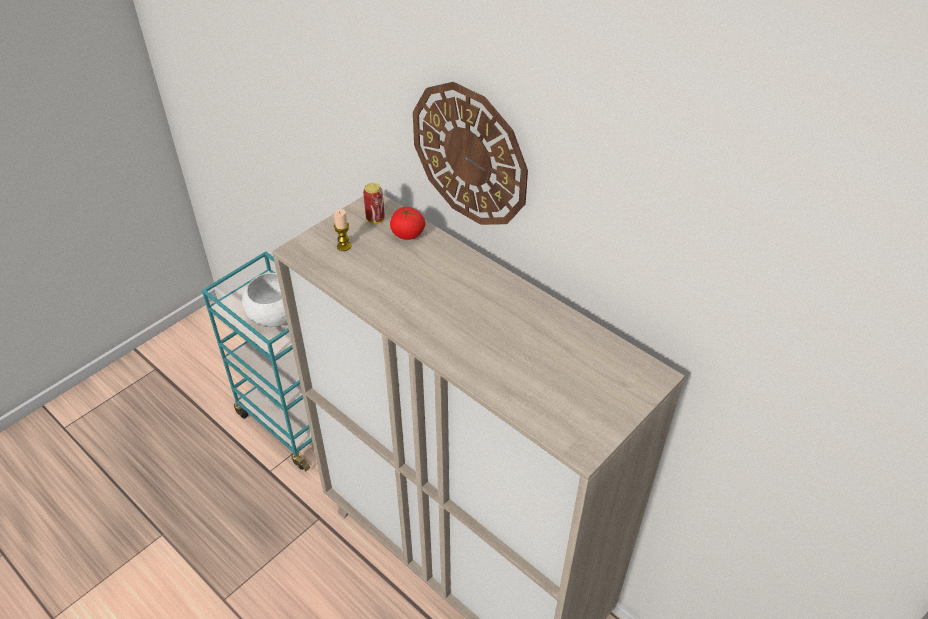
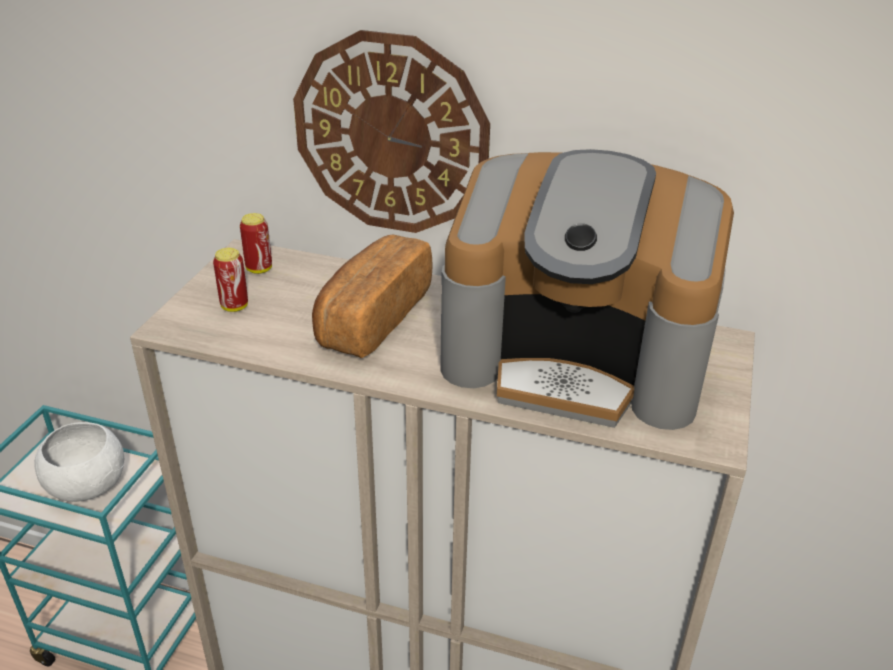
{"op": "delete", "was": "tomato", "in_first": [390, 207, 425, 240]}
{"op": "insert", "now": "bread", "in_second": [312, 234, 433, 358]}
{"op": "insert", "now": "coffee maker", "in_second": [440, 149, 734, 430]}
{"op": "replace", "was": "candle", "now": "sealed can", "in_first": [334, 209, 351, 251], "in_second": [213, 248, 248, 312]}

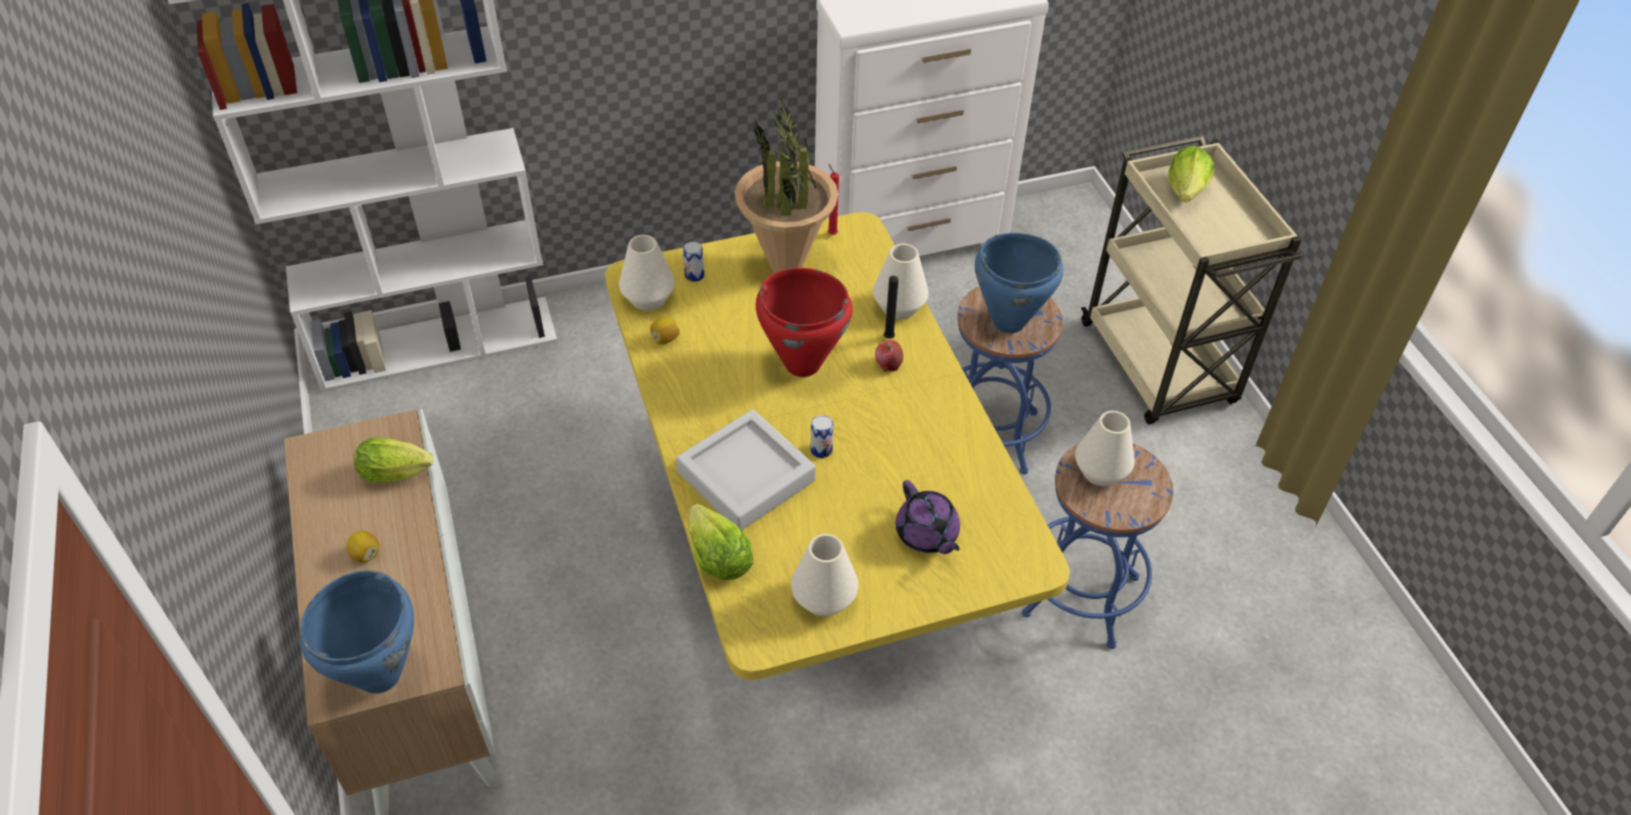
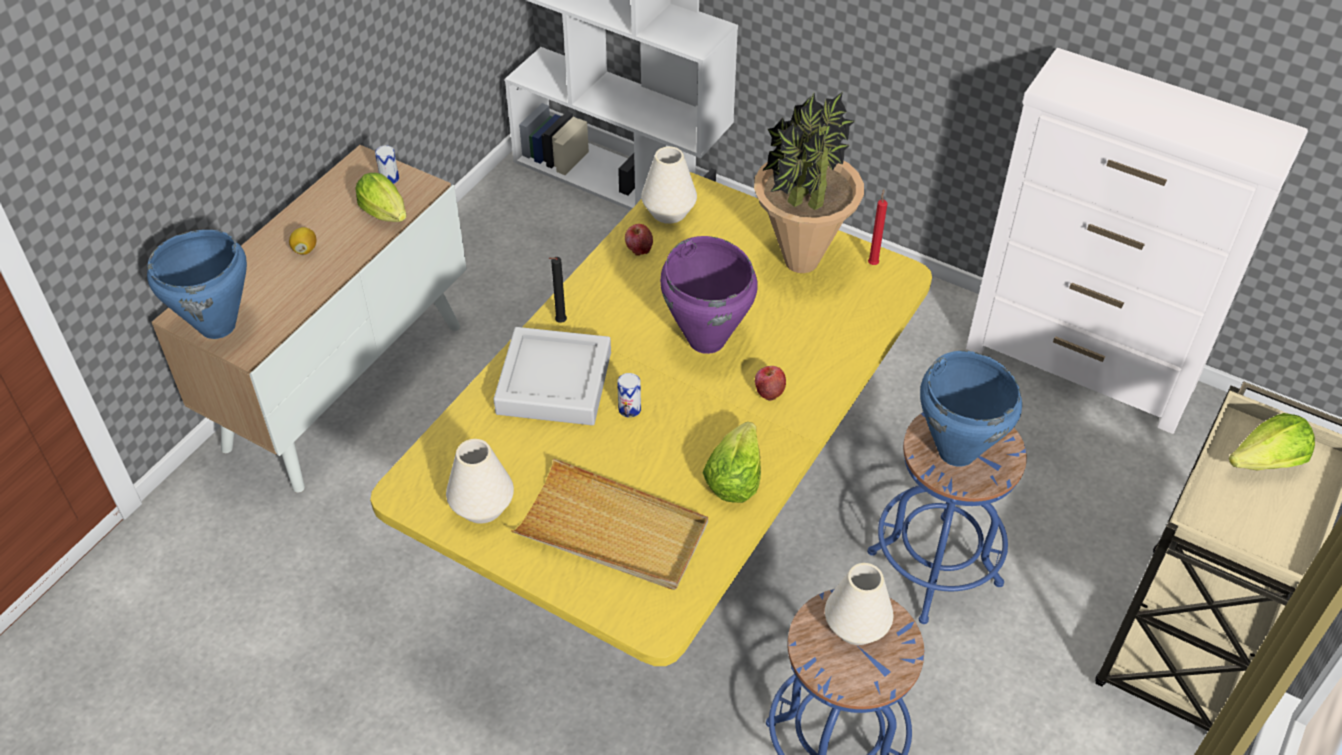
{"op": "delete", "was": "decorative vase (white-coloured)", "in_first": [873, 244, 929, 319]}
{"op": "move", "was": "sealed can", "in_first": [683, 242, 704, 282], "in_second": [375, 145, 399, 184]}
{"op": "move", "was": "lettuce", "in_first": [688, 504, 753, 580], "in_second": [703, 422, 761, 503]}
{"op": "move", "was": "candle (blackish)", "in_first": [884, 276, 899, 339], "in_second": [549, 257, 567, 323]}
{"op": "replace", "was": "whole lemon", "now": "apple", "in_first": [650, 317, 680, 344], "in_second": [625, 224, 653, 256]}
{"op": "replace", "was": "teapot (purple)", "now": "tray (beige)", "in_first": [895, 480, 960, 554], "in_second": [511, 458, 708, 590]}
{"op": "recolor", "was": "stockpot (red)", "now": "stockpot (purple)", "in_first": [756, 268, 853, 377], "in_second": [660, 236, 758, 354]}

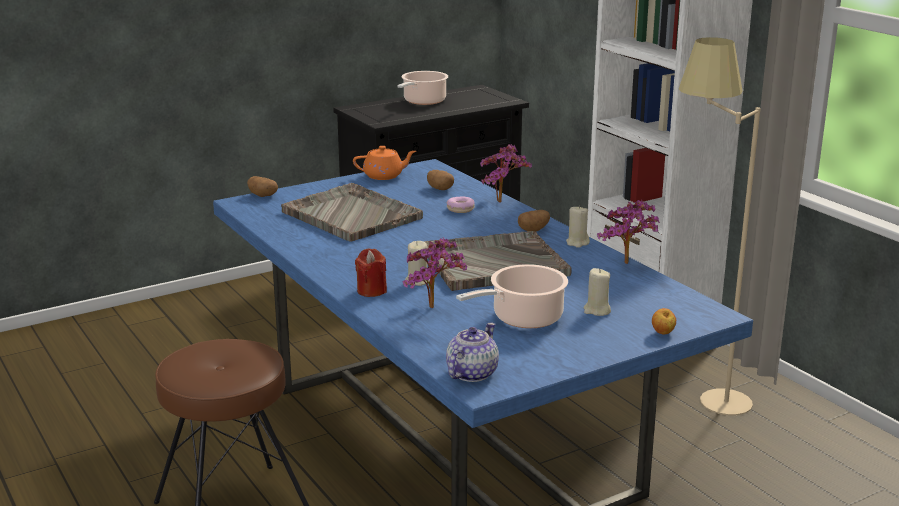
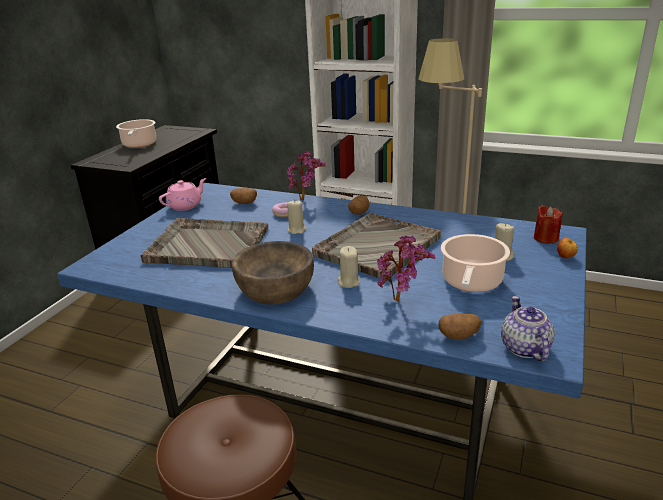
{"op": "delete", "was": "plant in a pot", "in_first": [597, 200, 660, 264]}
{"op": "insert", "now": "deep dish (brownish)", "in_second": [232, 241, 314, 305]}
{"op": "move", "was": "potato", "in_first": [247, 176, 278, 197], "in_second": [439, 314, 482, 340]}
{"op": "move", "was": "candle (red)", "in_first": [355, 248, 387, 297], "in_second": [534, 205, 563, 244]}
{"op": "move", "was": "candle (beige)", "in_first": [566, 205, 590, 248], "in_second": [287, 201, 306, 234]}
{"op": "recolor", "was": "teapot (orangey)", "now": "teapot (pink)", "in_first": [353, 146, 416, 180], "in_second": [159, 178, 206, 211]}

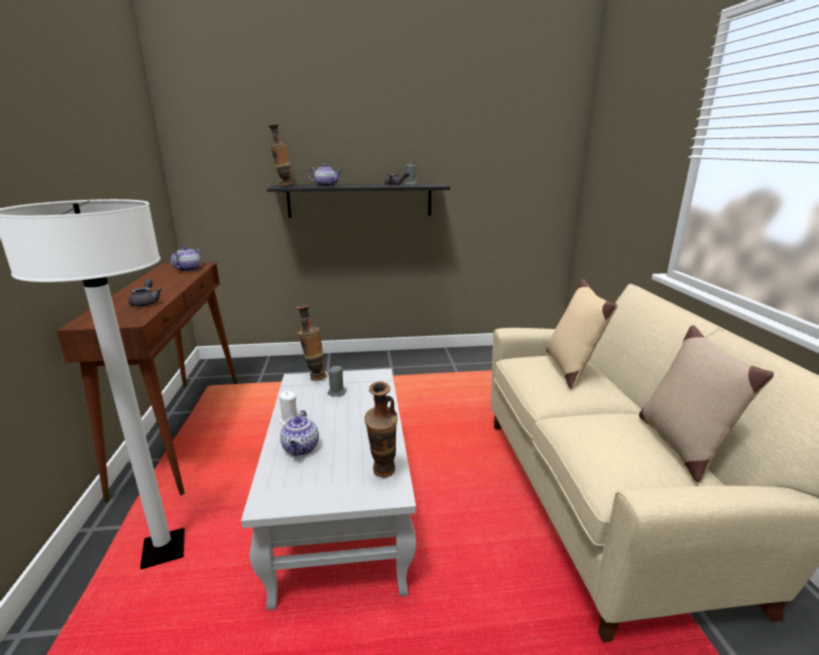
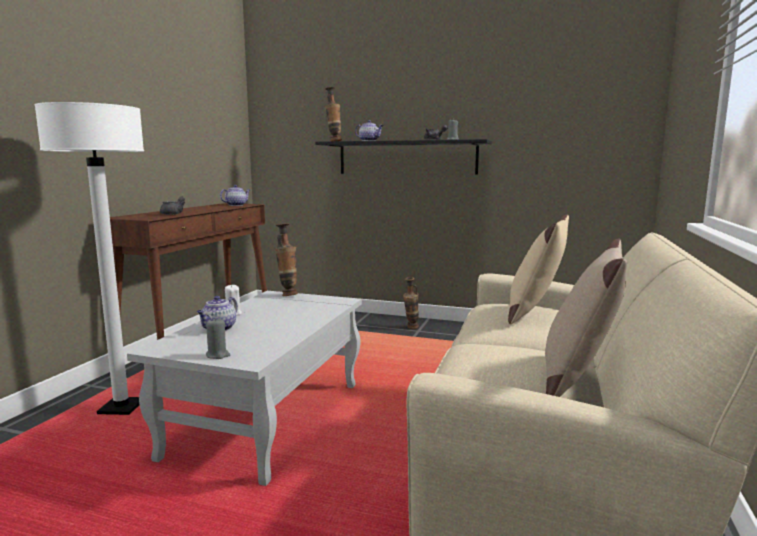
{"op": "move", "was": "candle (greyish)", "in_first": [328, 366, 347, 397], "in_second": [206, 318, 230, 359]}
{"op": "move", "was": "decorative vase", "in_first": [365, 382, 398, 478], "in_second": [403, 277, 419, 329]}

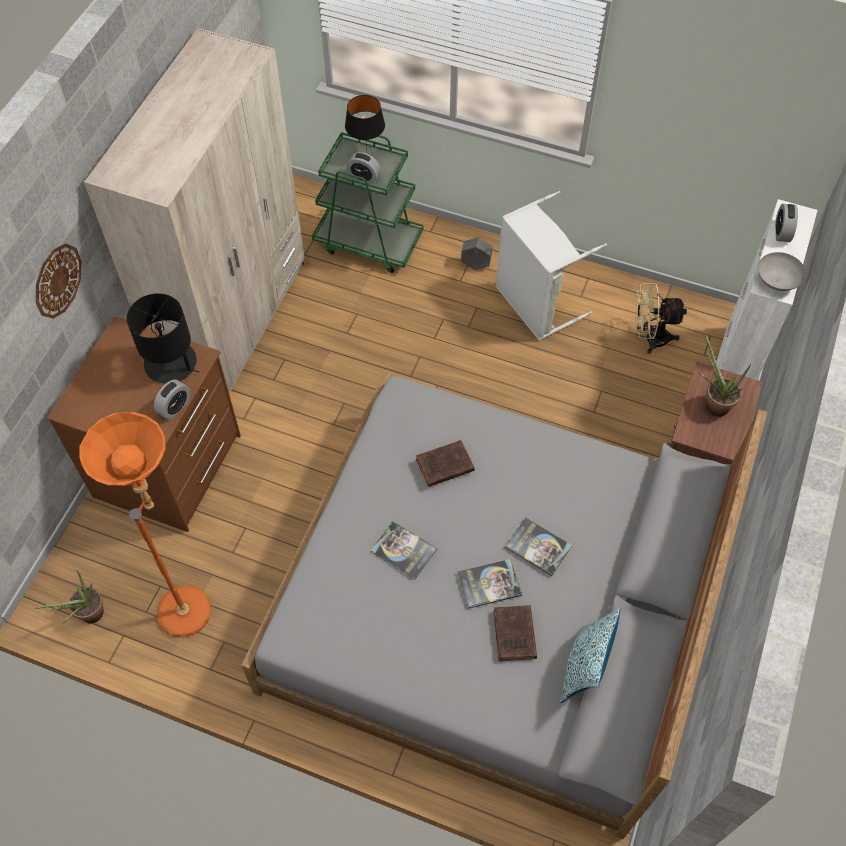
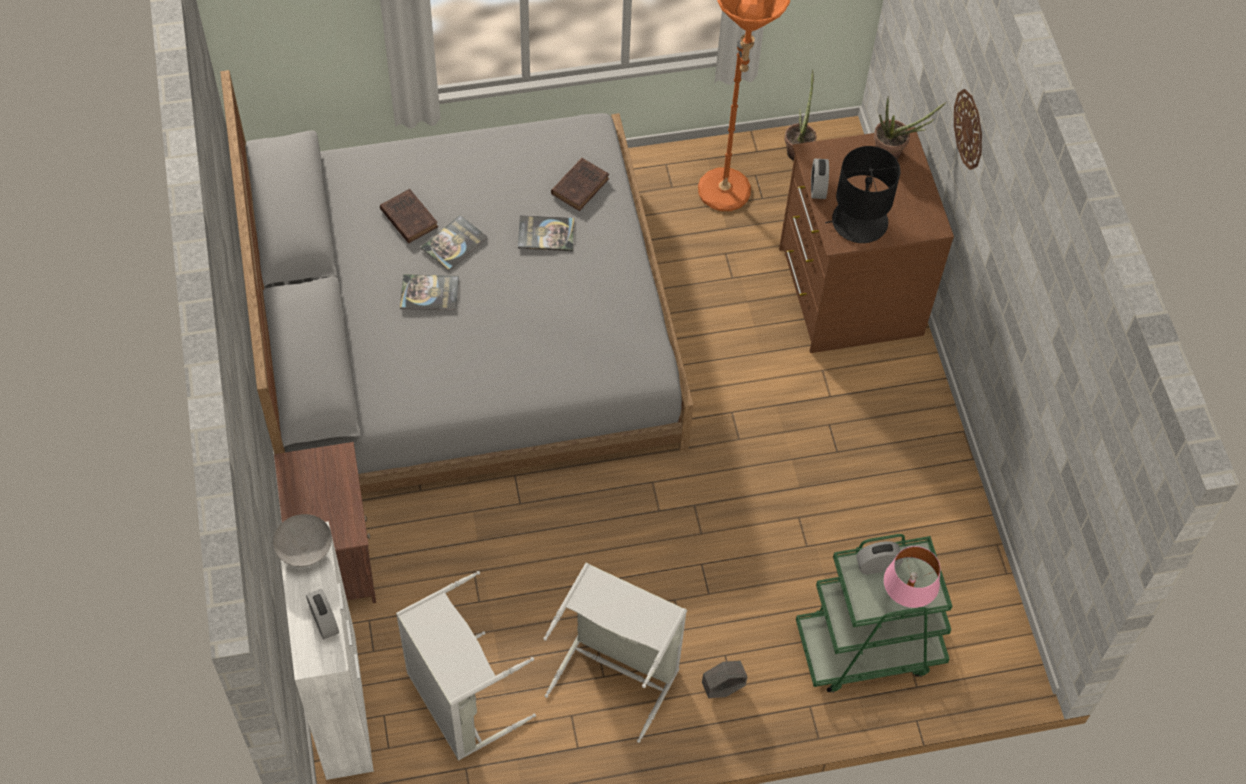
{"op": "delete", "was": "clothes cupboard (beige)", "in_first": [84, 28, 305, 393]}
{"op": "delete", "was": "cushion", "in_first": [560, 607, 621, 703]}
{"op": "move", "was": "bound book (brownish)", "in_first": [416, 440, 474, 487], "in_second": [551, 158, 609, 211]}
{"op": "move", "was": "plant in a pot", "in_first": [699, 333, 751, 417], "in_second": [874, 96, 947, 159]}
{"op": "replace", "was": "cooling fan (beige)", "now": "hamper (greyish)", "in_first": [635, 283, 687, 354], "in_second": [396, 571, 536, 760]}
{"op": "recolor", "was": "tabletop lamp (blackish)", "now": "tabletop lamp (pink)", "in_first": [345, 95, 385, 152], "in_second": [884, 546, 941, 608]}

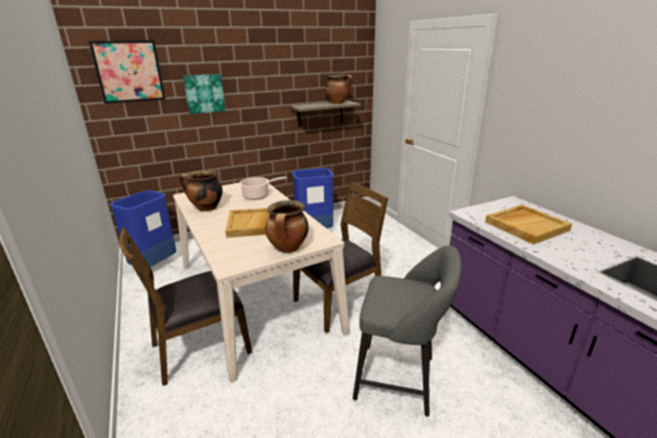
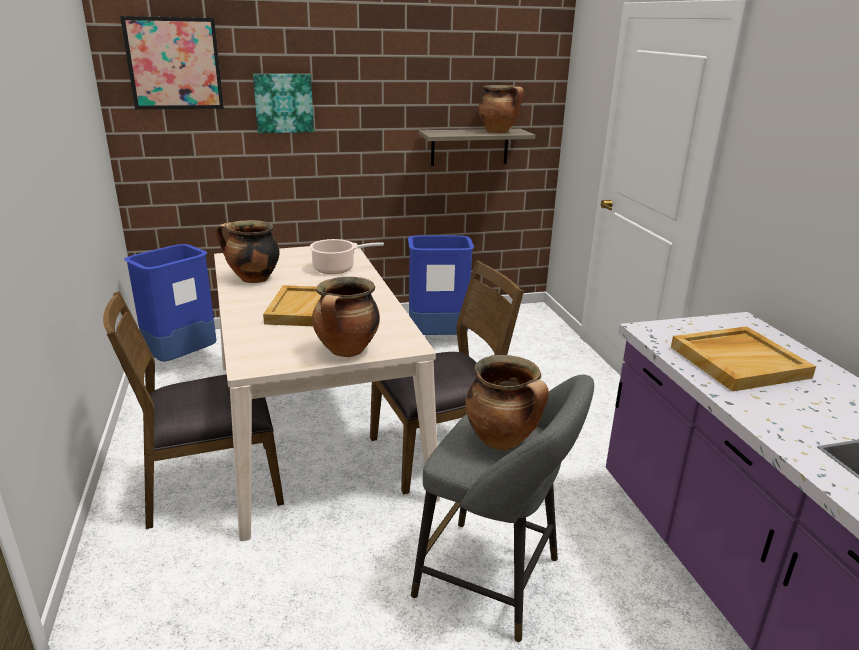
{"op": "insert", "now": "stockpot", "in_second": [465, 355, 549, 450]}

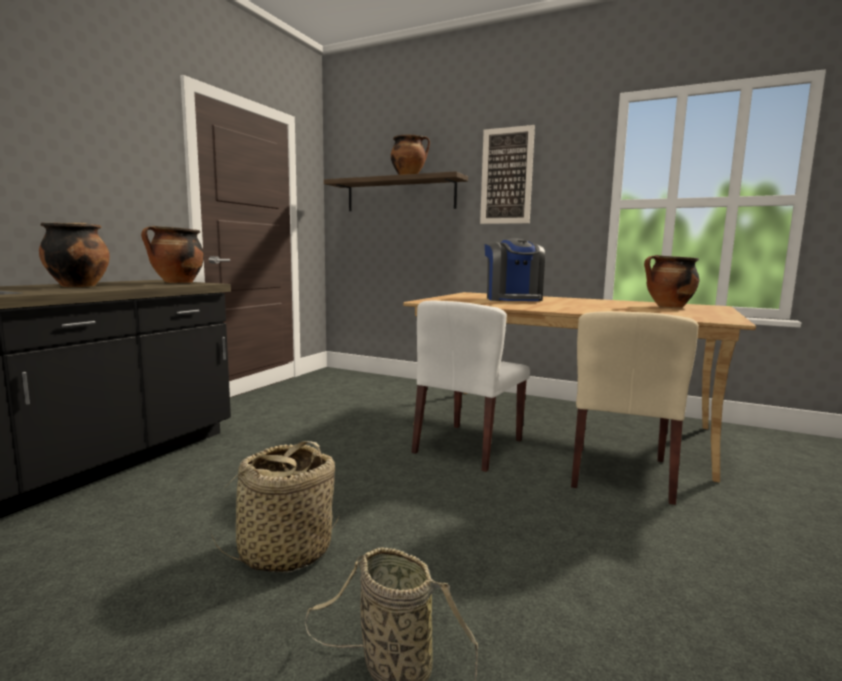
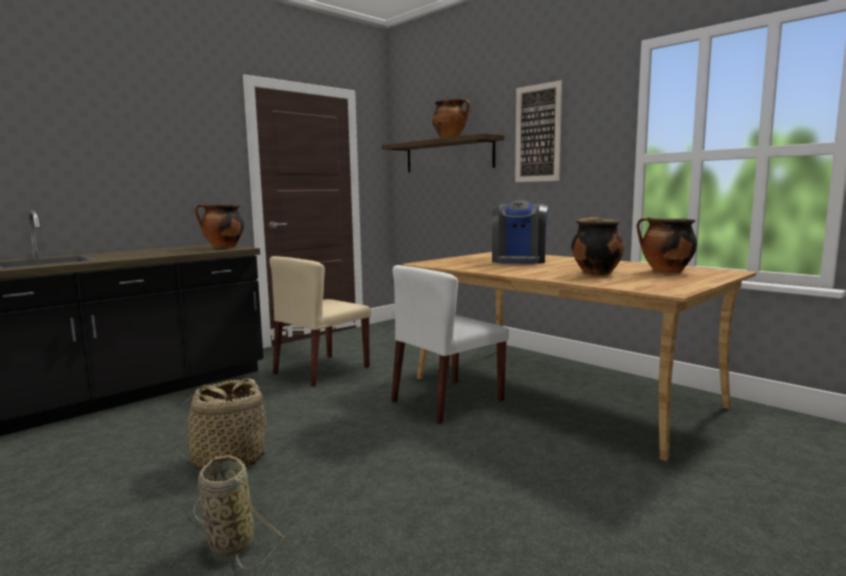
{"op": "move", "was": "stockpot", "in_first": [39, 223, 110, 287], "in_second": [571, 217, 624, 276]}
{"op": "move", "was": "chair (beige)", "in_first": [571, 311, 699, 505], "in_second": [269, 256, 371, 387]}

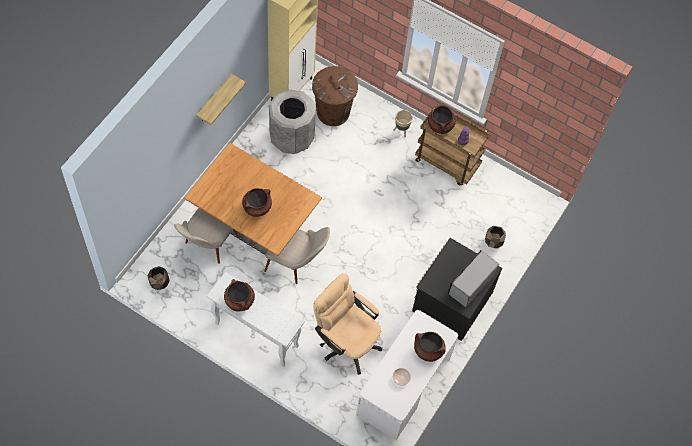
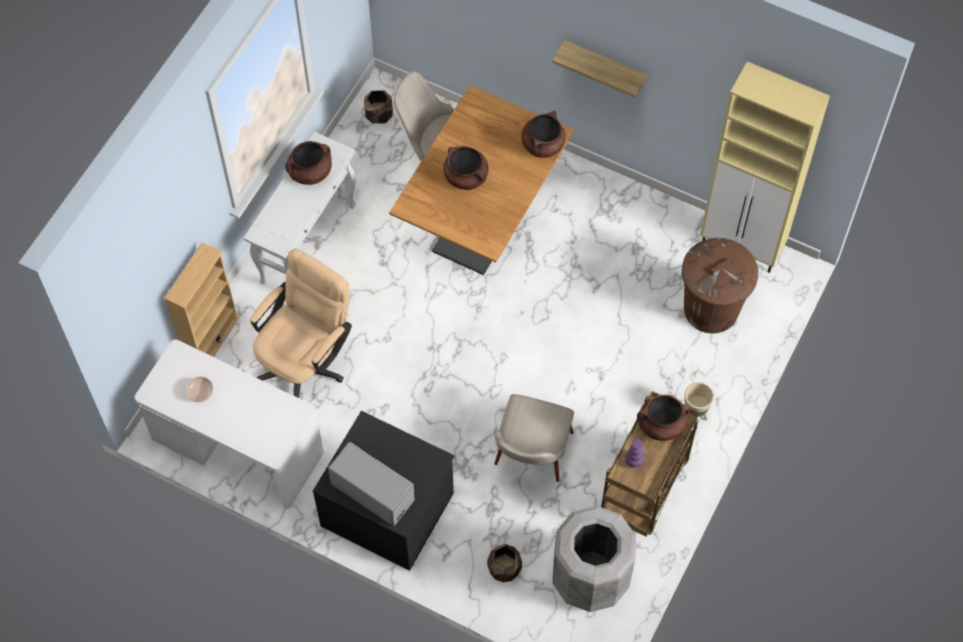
{"op": "insert", "now": "bookcase (beige)", "in_second": [164, 243, 239, 357]}
{"op": "move", "was": "chair (beige)", "in_first": [264, 227, 330, 284], "in_second": [494, 394, 574, 482]}
{"op": "move", "was": "rubbish bin (greyish)", "in_first": [269, 89, 316, 154], "in_second": [553, 506, 636, 612]}
{"op": "move", "was": "stockpot (brownish)", "in_first": [414, 332, 446, 362], "in_second": [522, 111, 565, 158]}

